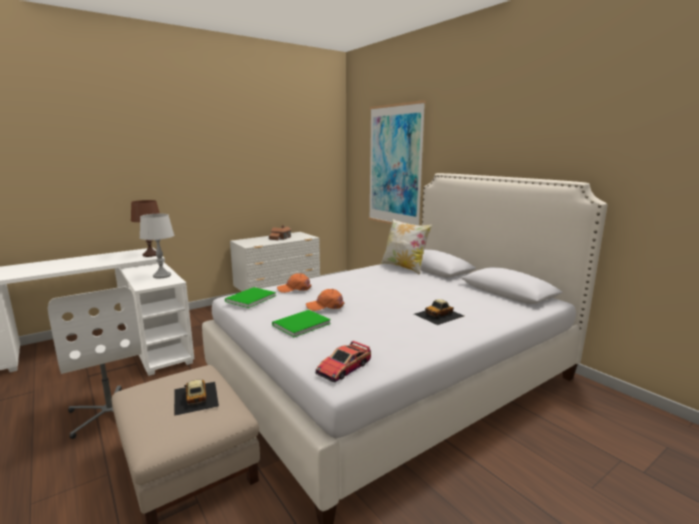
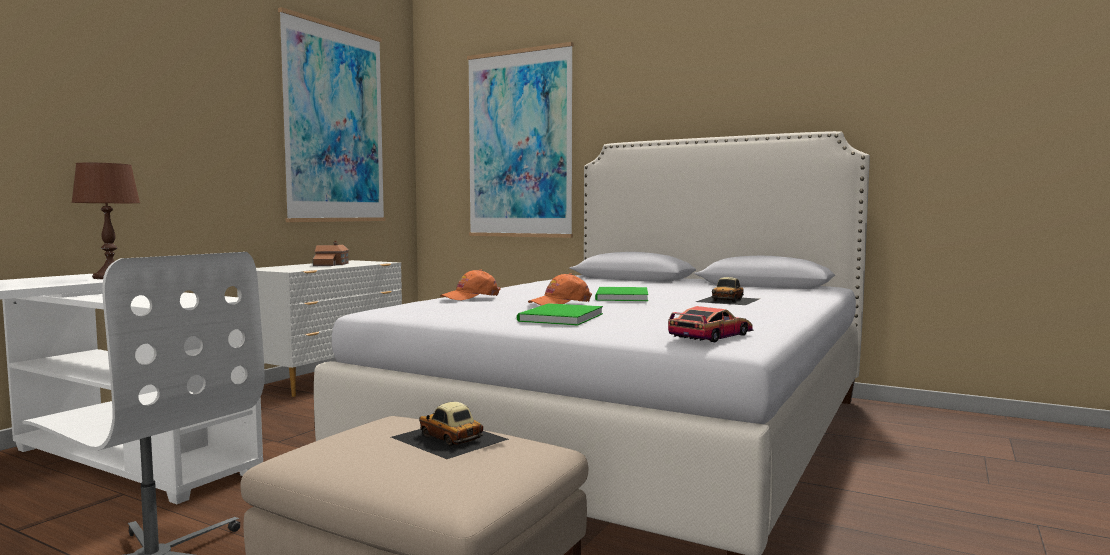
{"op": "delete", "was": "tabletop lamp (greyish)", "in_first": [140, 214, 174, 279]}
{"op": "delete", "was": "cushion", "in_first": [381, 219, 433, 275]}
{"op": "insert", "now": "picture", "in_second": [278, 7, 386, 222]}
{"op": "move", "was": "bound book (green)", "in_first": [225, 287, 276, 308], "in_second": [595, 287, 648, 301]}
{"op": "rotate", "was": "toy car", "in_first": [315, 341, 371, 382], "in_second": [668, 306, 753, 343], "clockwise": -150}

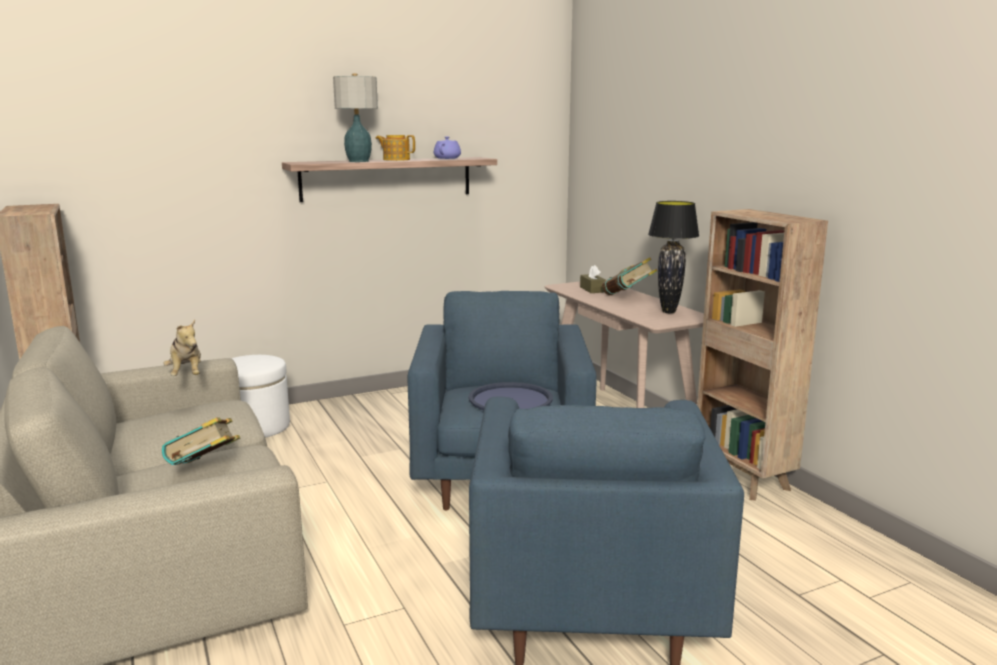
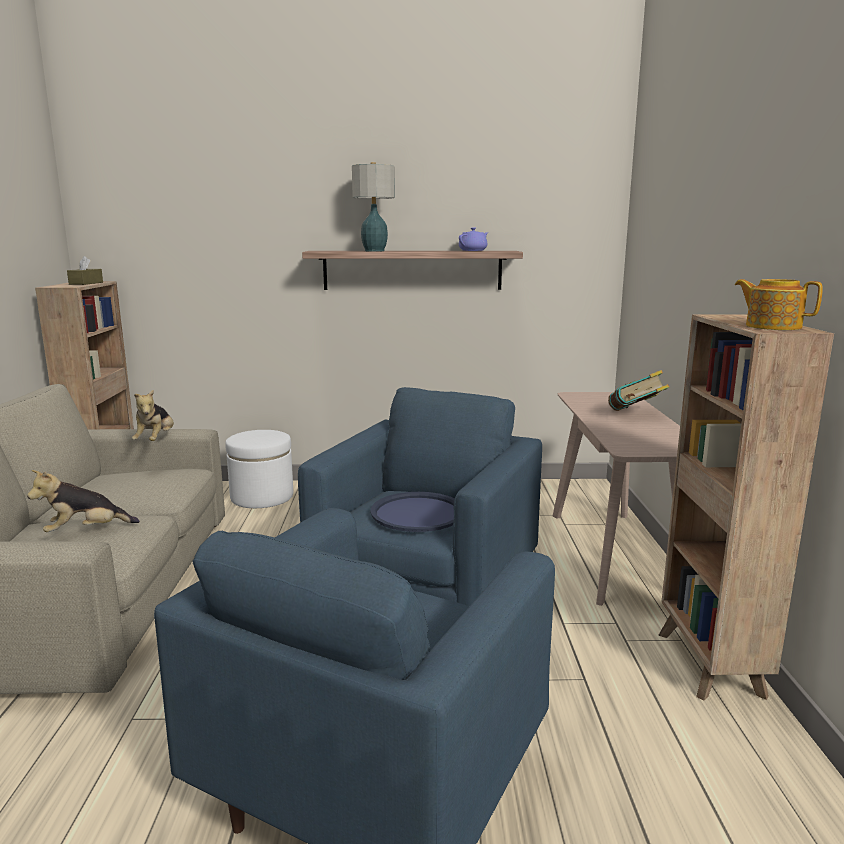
{"op": "delete", "was": "tabletop lamp (blackish)", "in_first": [648, 201, 699, 313]}
{"op": "move", "was": "teapot", "in_first": [376, 135, 415, 161], "in_second": [735, 279, 823, 330]}
{"op": "move", "was": "tissue holder (brownish)", "in_first": [580, 265, 606, 293], "in_second": [67, 256, 103, 285]}
{"op": "replace", "was": "bound book", "now": "soft toy", "in_first": [162, 417, 240, 465], "in_second": [27, 470, 140, 532]}

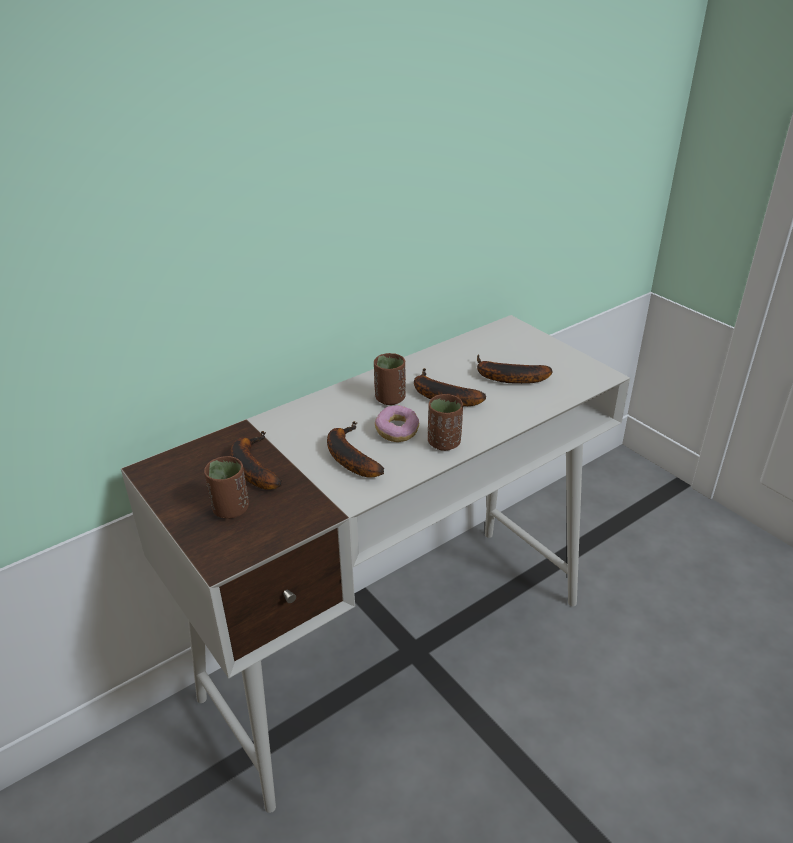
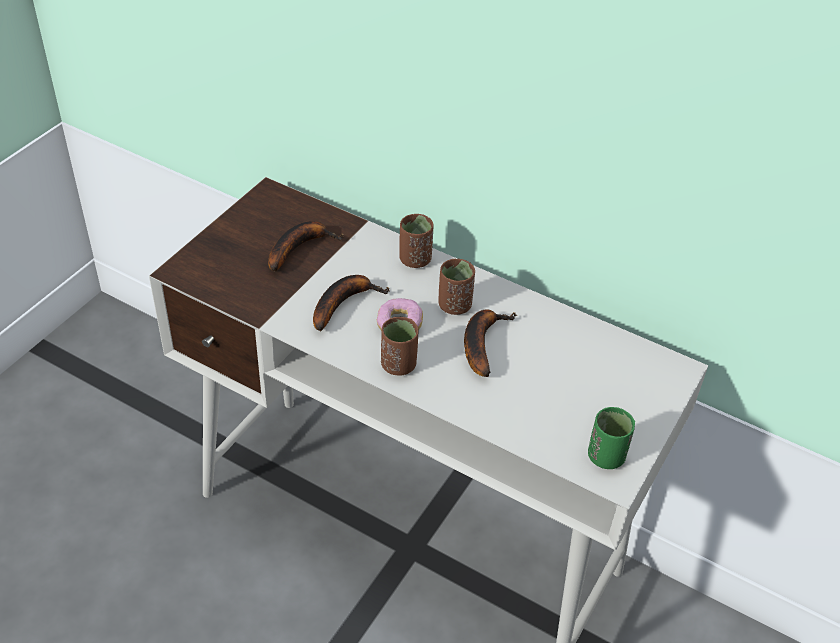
{"op": "delete", "was": "banana", "in_first": [477, 355, 553, 384]}
{"op": "insert", "now": "cup (green)", "in_second": [588, 407, 635, 469]}
{"op": "move", "was": "cup (brownish)", "in_first": [204, 456, 249, 518], "in_second": [399, 214, 434, 268]}

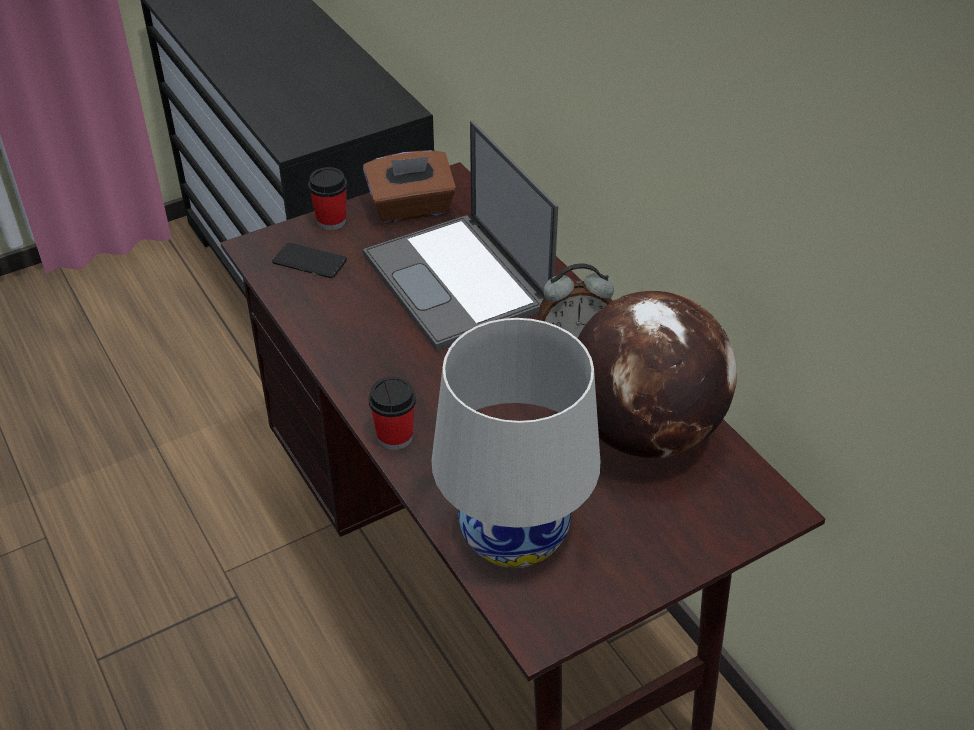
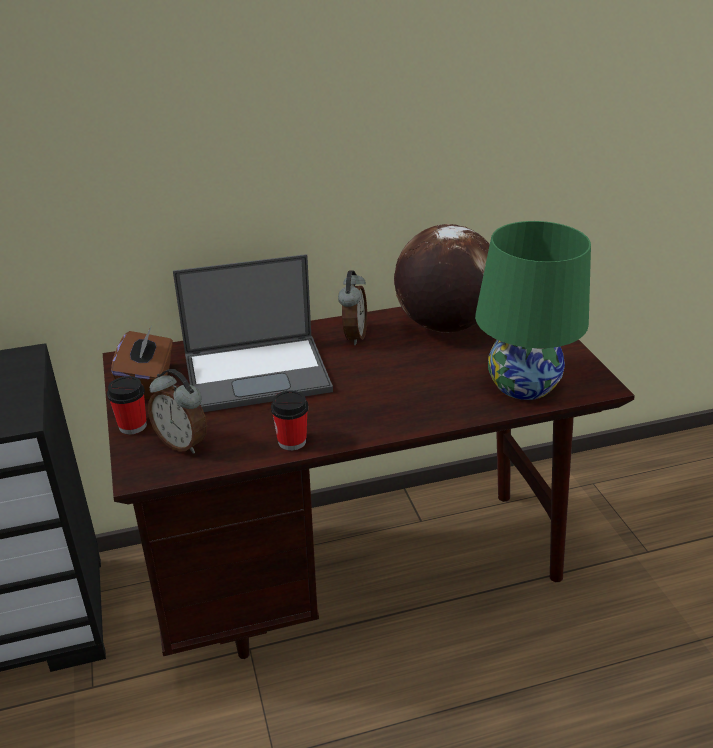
{"op": "move", "was": "cup", "in_first": [368, 376, 416, 450], "in_second": [271, 391, 308, 451]}
{"op": "replace", "was": "handset", "now": "alarm clock", "in_first": [272, 243, 347, 278], "in_second": [148, 369, 207, 454]}
{"op": "recolor", "was": "tabletop lamp (white-coloured)", "now": "tabletop lamp (green)", "in_first": [431, 318, 600, 568], "in_second": [475, 221, 591, 400]}

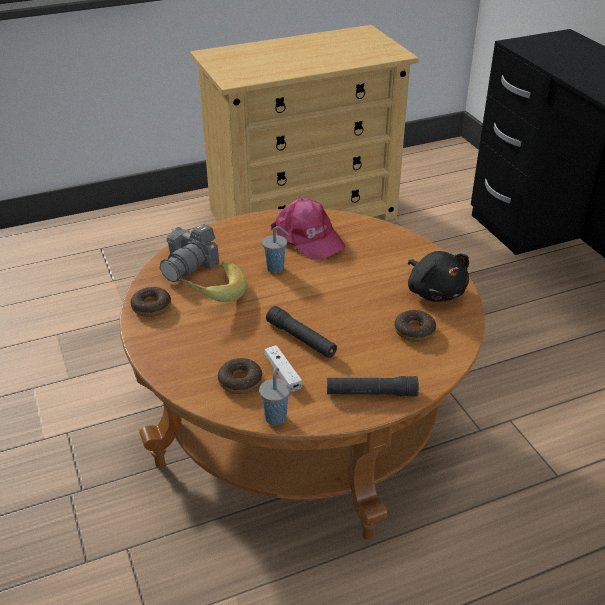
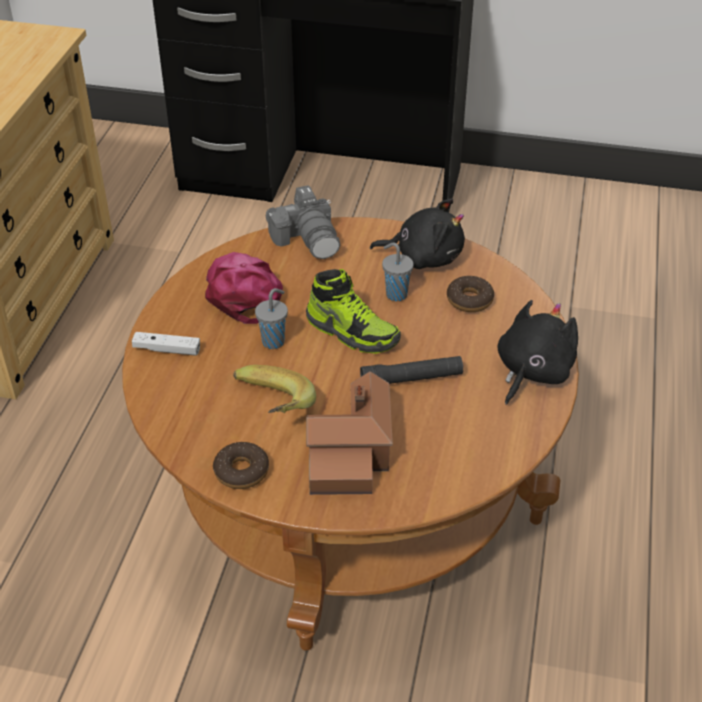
{"op": "delete", "was": "doughnut", "in_first": [218, 358, 262, 394]}
{"op": "insert", "now": "item of footwear", "in_second": [306, 269, 401, 354]}
{"op": "insert", "now": "model house", "in_second": [306, 371, 393, 495]}
{"op": "move", "was": "photo camera", "in_first": [160, 224, 219, 282], "in_second": [266, 185, 340, 259]}
{"op": "move", "was": "cup (greyish)", "in_first": [259, 367, 291, 426], "in_second": [382, 243, 413, 301]}
{"op": "move", "was": "gamepad (white-coloured)", "in_first": [264, 345, 302, 392], "in_second": [132, 332, 200, 356]}
{"op": "replace", "was": "flashlight (blackish)", "now": "soft toy (blackish)", "in_first": [326, 376, 419, 397], "in_second": [498, 300, 578, 405]}
{"op": "rotate", "was": "baseball cap (pink)", "in_first": [271, 197, 345, 259], "in_second": [205, 252, 283, 324], "clockwise": -105}

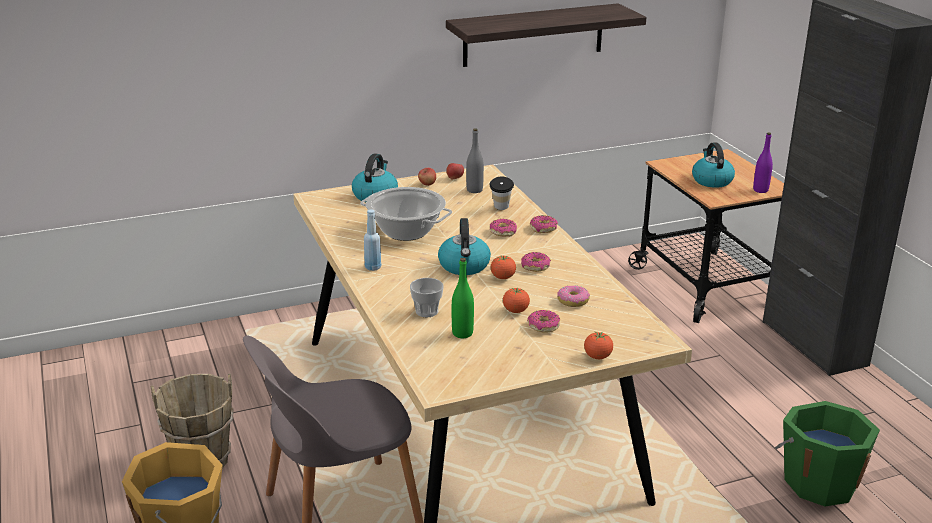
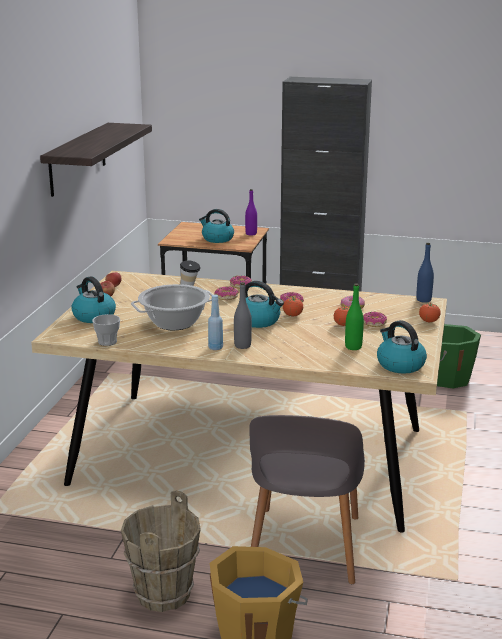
{"op": "insert", "now": "tea kettle", "in_second": [377, 320, 427, 374]}
{"op": "insert", "now": "drink bottle (bluish)", "in_second": [416, 243, 434, 303]}
{"op": "move", "was": "cup", "in_first": [410, 278, 444, 317], "in_second": [92, 314, 120, 346]}
{"op": "move", "was": "drink bottle (greyish)", "in_first": [466, 128, 484, 193], "in_second": [234, 282, 252, 349]}

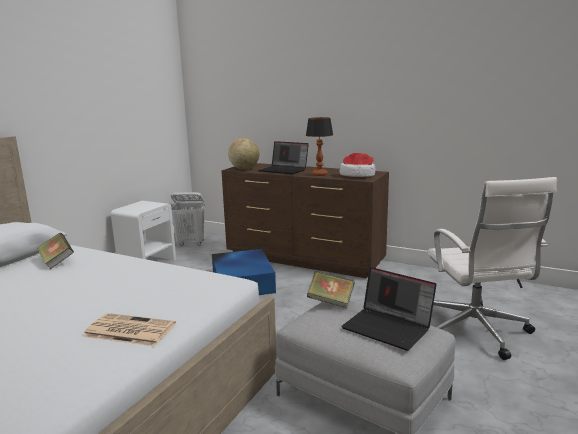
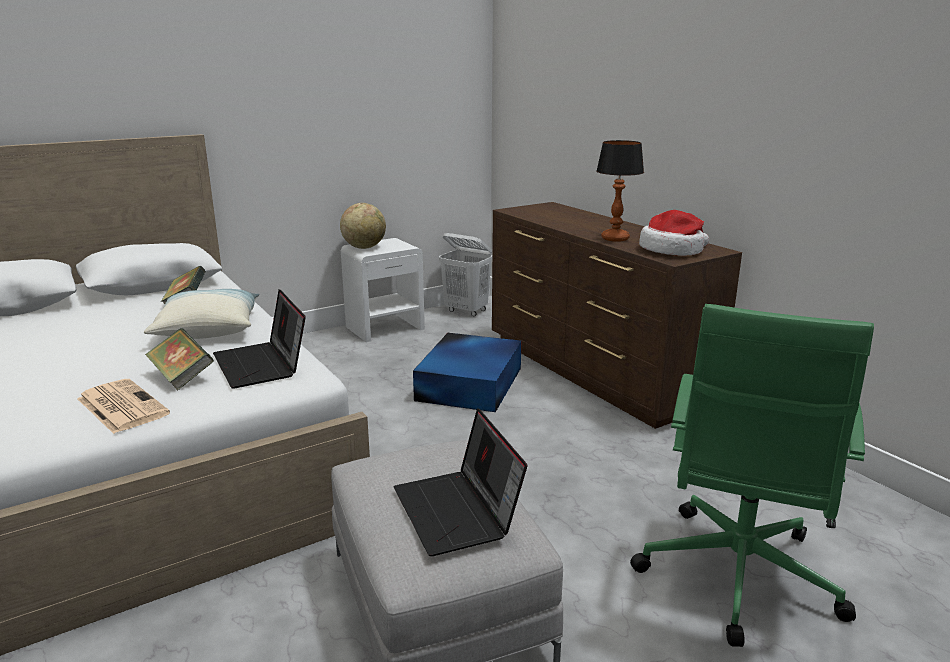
{"op": "insert", "now": "cushion", "in_second": [144, 289, 259, 339]}
{"op": "move", "was": "globe", "in_first": [228, 138, 259, 170], "in_second": [340, 203, 386, 249]}
{"op": "move", "was": "laptop", "in_first": [259, 141, 309, 174], "in_second": [213, 289, 306, 389]}
{"op": "move", "was": "bound book", "in_first": [307, 271, 355, 308], "in_second": [145, 328, 214, 390]}
{"op": "recolor", "was": "office chair (white-coloured)", "now": "office chair (green)", "in_first": [428, 177, 557, 360], "in_second": [630, 304, 874, 647]}

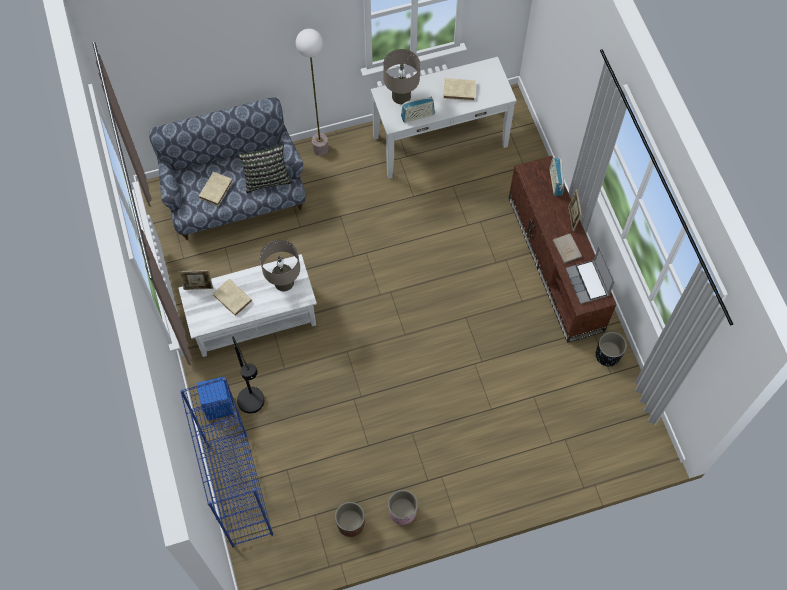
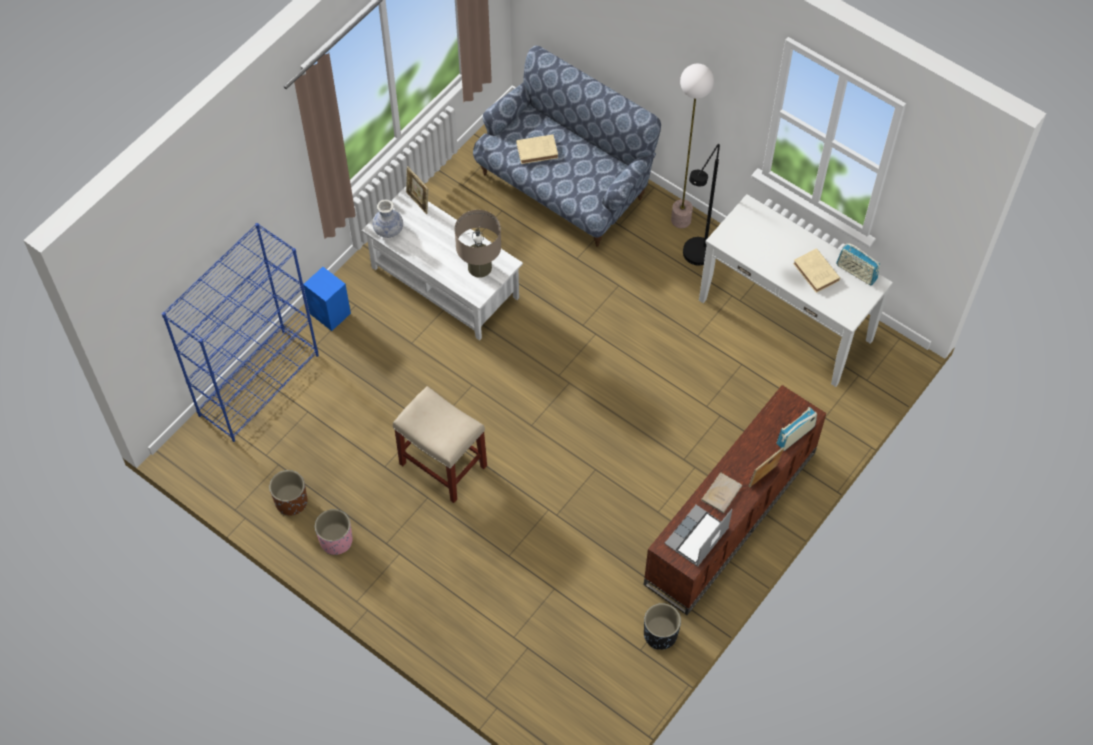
{"op": "delete", "was": "bound book (beige)", "in_first": [212, 279, 252, 316]}
{"op": "delete", "was": "cushion", "in_first": [238, 144, 292, 193]}
{"op": "delete", "was": "tabletop lamp (beige)", "in_first": [383, 49, 420, 104]}
{"op": "insert", "now": "decorative vase", "in_second": [372, 200, 403, 238]}
{"op": "insert", "now": "sitting stool (beige)", "in_second": [393, 386, 487, 503]}
{"op": "move", "was": "standard lamp (blackish)", "in_first": [232, 337, 264, 414], "in_second": [683, 144, 720, 266]}
{"op": "move", "was": "radio", "in_first": [401, 97, 435, 123], "in_second": [836, 243, 880, 285]}

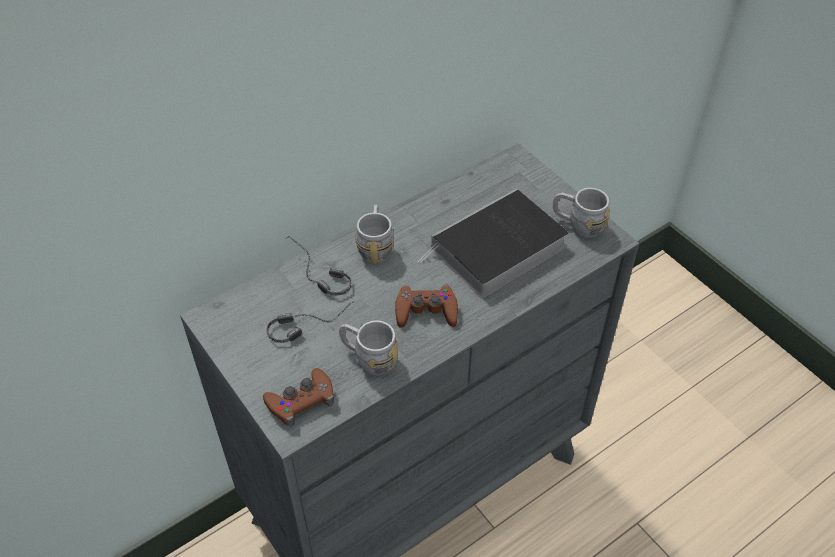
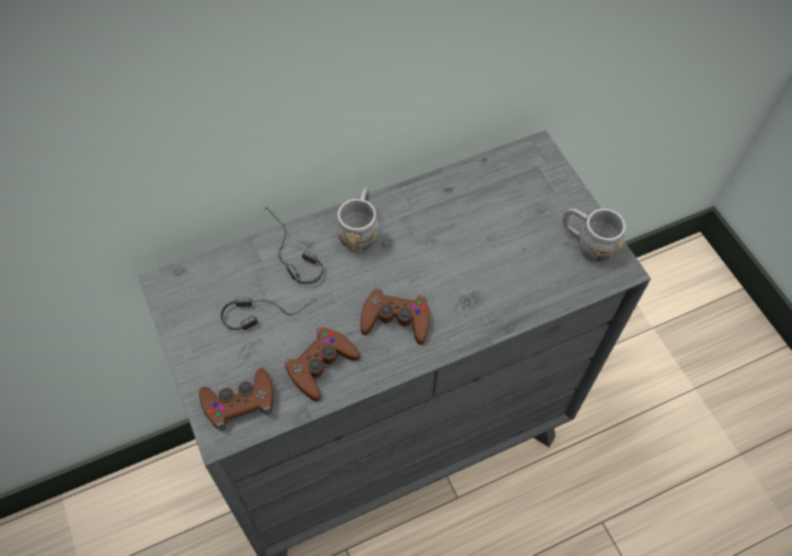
{"op": "delete", "was": "bound book", "in_first": [418, 189, 568, 298]}
{"op": "replace", "was": "coffee mug (greyish)", "now": "gamepad (brownish)", "in_first": [339, 320, 398, 376], "in_second": [284, 327, 360, 401]}

